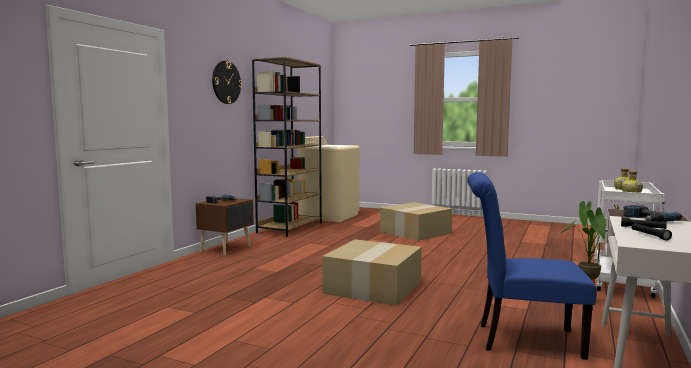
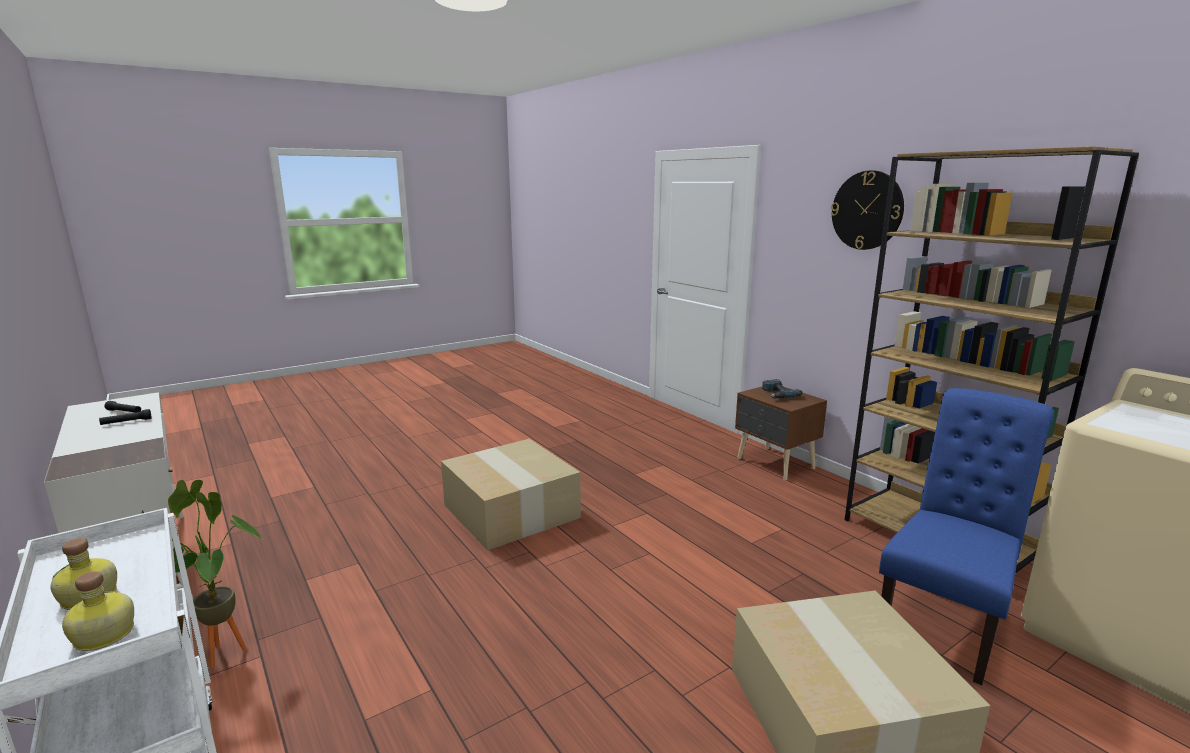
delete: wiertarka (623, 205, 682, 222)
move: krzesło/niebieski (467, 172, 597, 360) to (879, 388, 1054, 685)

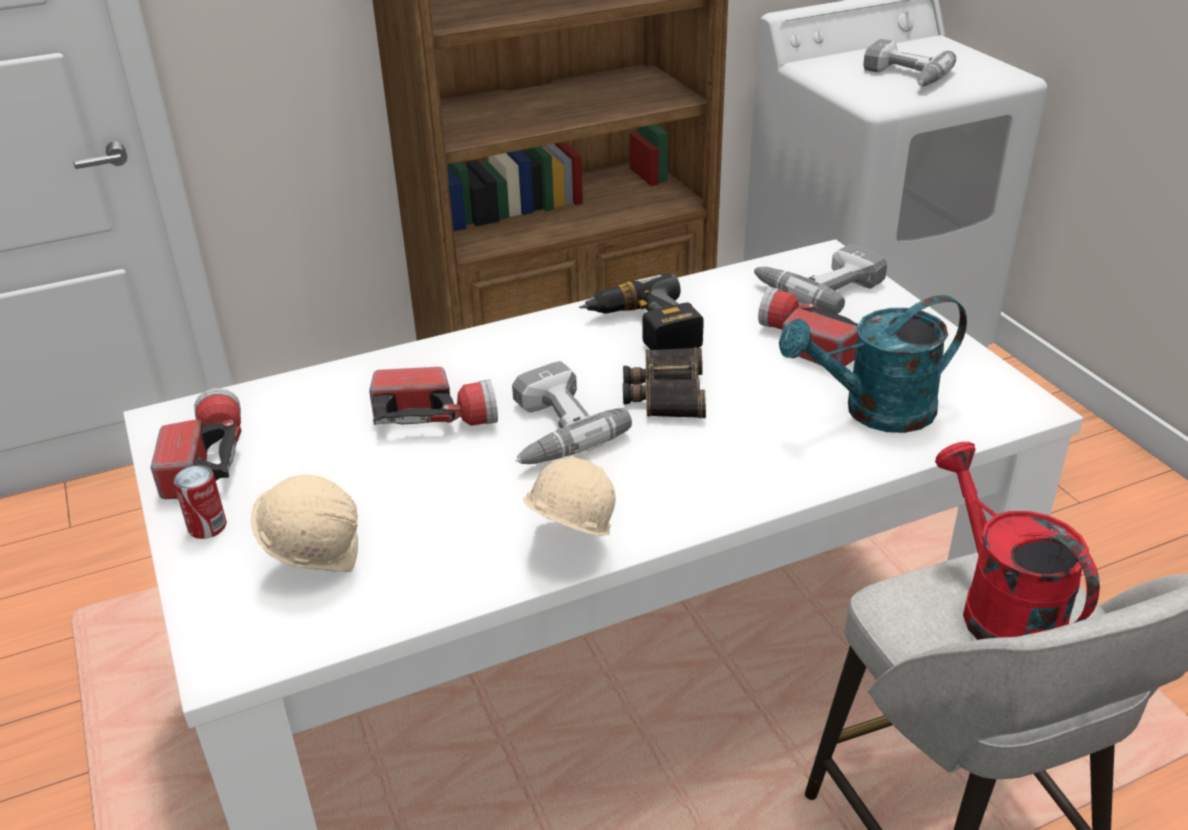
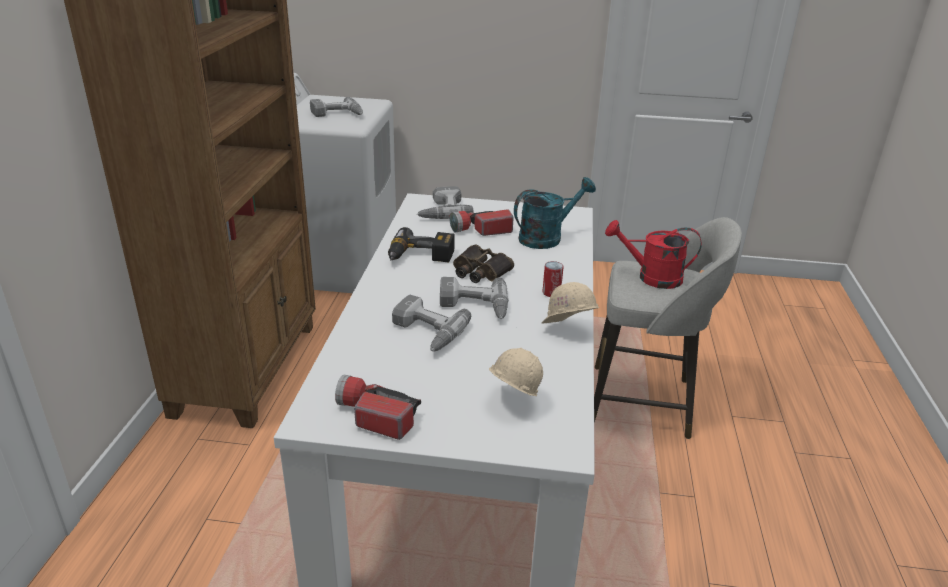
move: puszka (173, 465, 227, 539) to (542, 261, 564, 297)
replace: latarka (369, 367, 498, 426) to wiertarka (392, 295, 471, 352)
rotate: konewka/turkusowy (779, 295, 967, 433) = (514, 177, 596, 249) 135 degrees counterclockwise

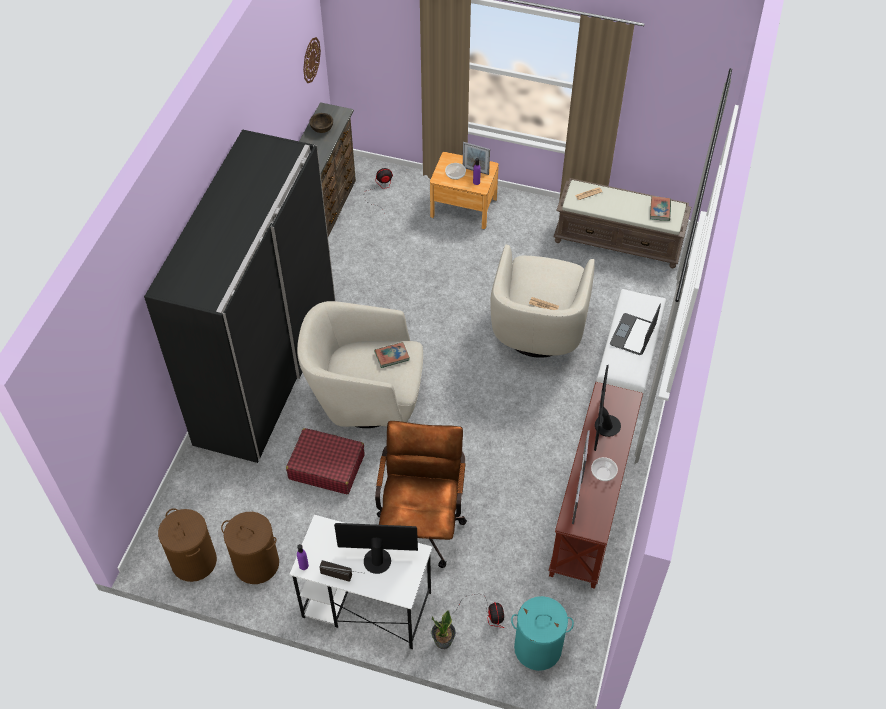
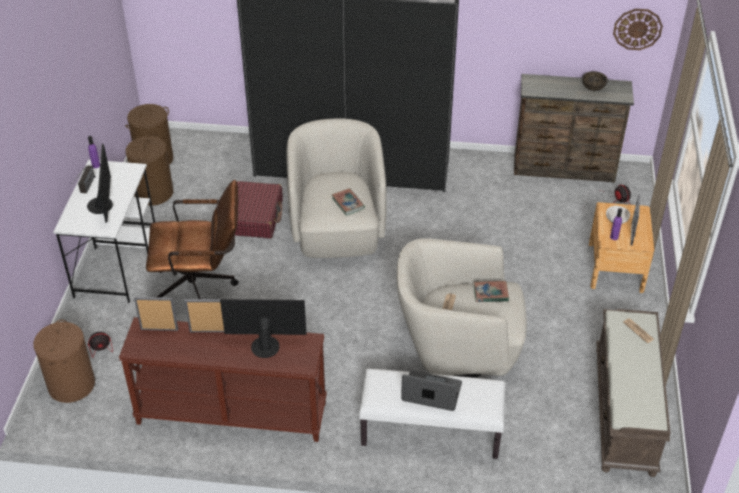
delete: miska (591, 457, 618, 481); roślina doniczkowa (431, 611, 456, 649)
move: książka (650, 196, 671, 221) to (474, 281, 509, 302)
recolor: kosz na pranie/turkusowy (511, 596, 574, 671) to kosz na pranie/brązowy (33, 320, 95, 403)

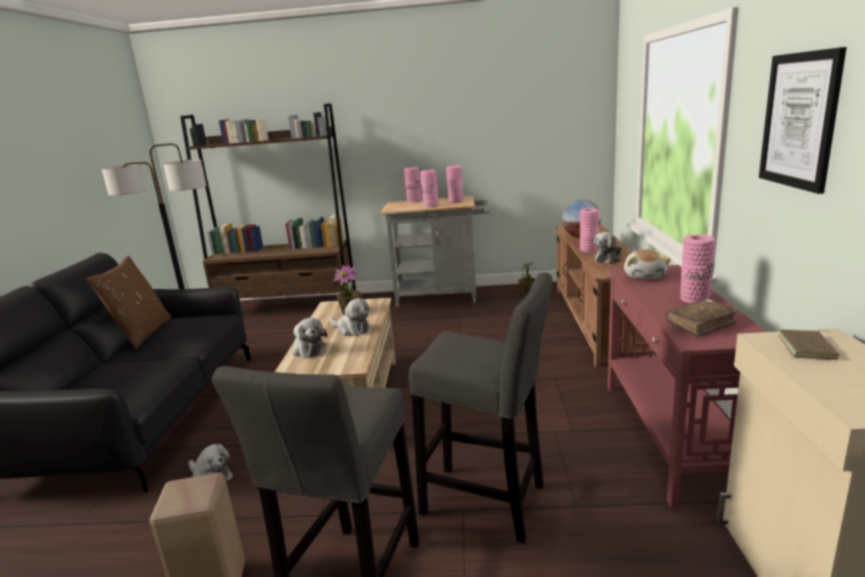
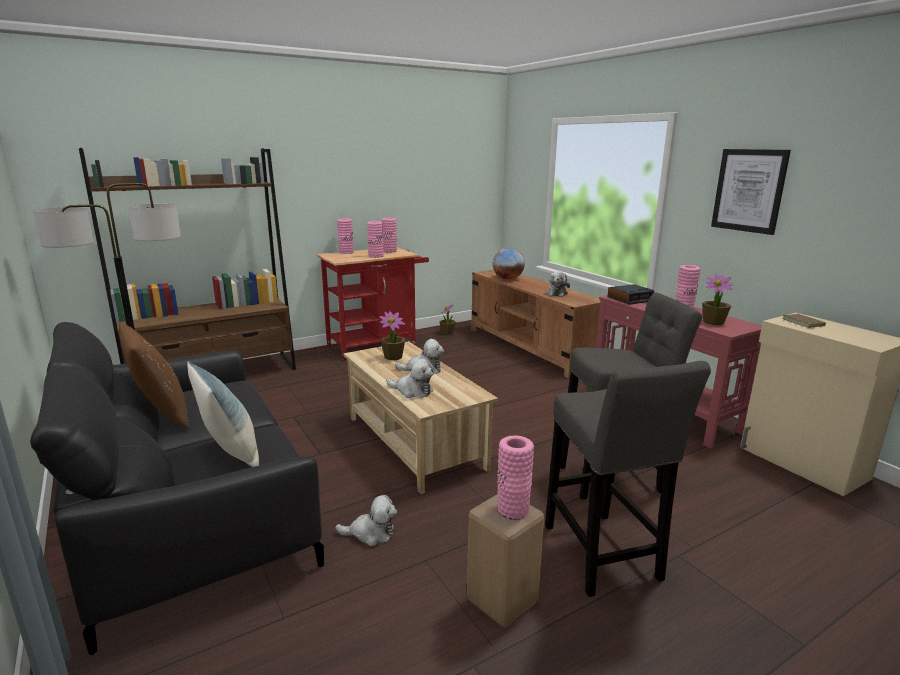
insert: poduszka (187, 361, 259, 467)
move: wazon/różowy (580, 208, 599, 253) to (497, 436, 534, 520)
replace: pluszak (624, 249, 671, 279) to budzik (608, 284, 654, 305); książka/brązowy (666, 299, 739, 337) to roślina doniczkowa (702, 274, 734, 325)
recolor: wózek/szary (381, 196, 490, 308) to wózek/czerwony (316, 247, 429, 360)

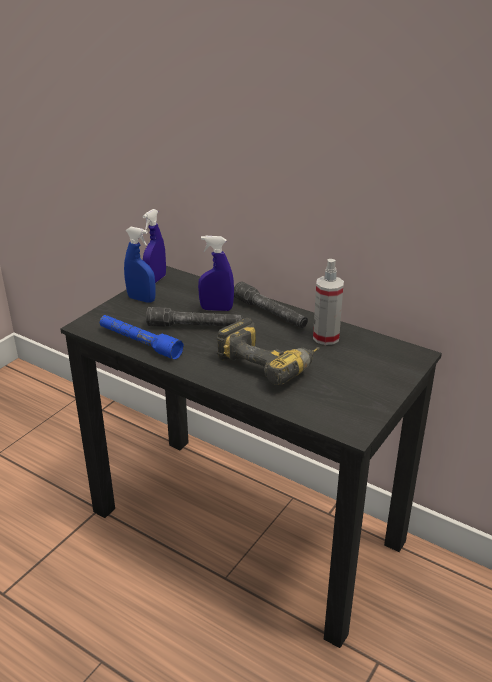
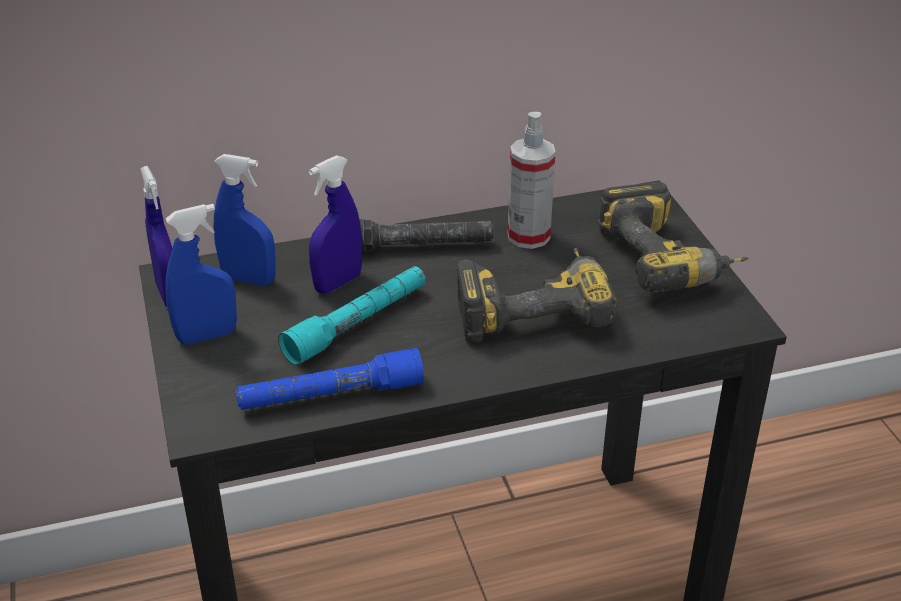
insert: spryskiwacz/niebieski (213, 154, 276, 286); wiertarka (597, 182, 749, 293)
recolor: latarka/szary (146, 307, 243, 327) to latarka/turkusowy (278, 266, 426, 365)

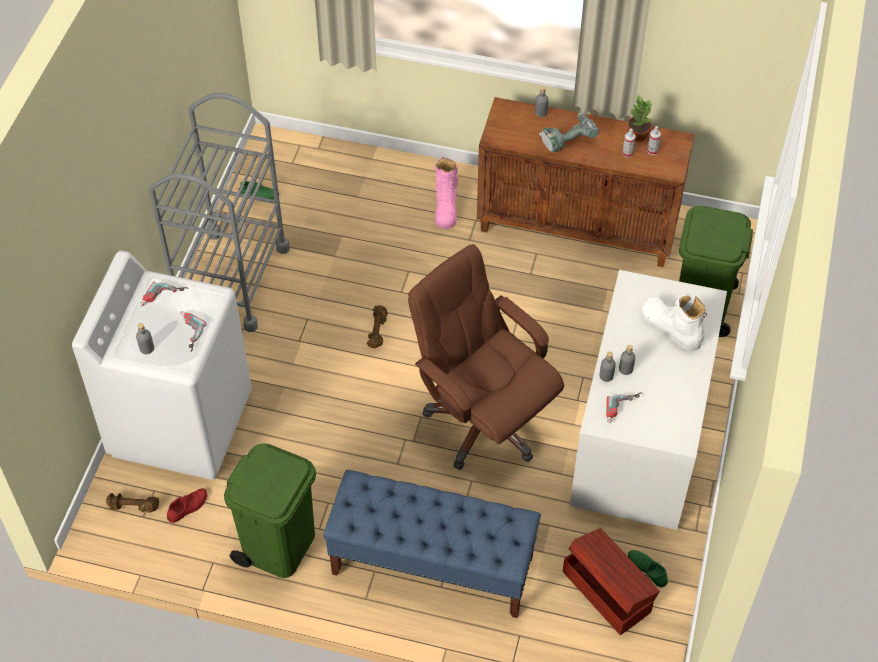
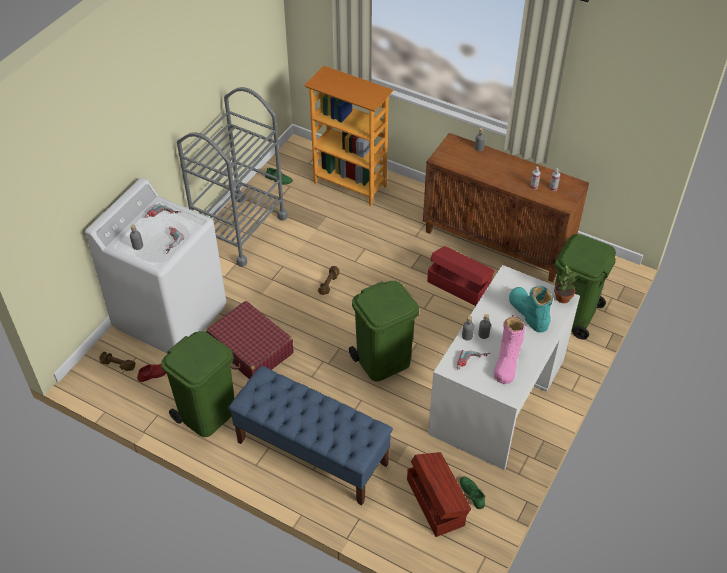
delete: wiertarka (539, 112, 599, 152)
insert: regał (304, 66, 394, 206); pojemnik do przechowywania/czerwony (427, 246, 495, 306); walizka/czerwony (206, 301, 293, 379)
move: roślina doniczkowa (627, 95, 652, 142) to (554, 265, 577, 303); but z cholewką/różowy (435, 157, 458, 229) to (494, 315, 525, 384)
replace: krzesło biurowe/brązowy (408, 244, 564, 470) to kosz na śmieci/zielony (349, 281, 419, 382)
recolor: but z cholewką/biały (642, 294, 707, 351) to but z cholewką/turkusowy (509, 286, 553, 332)

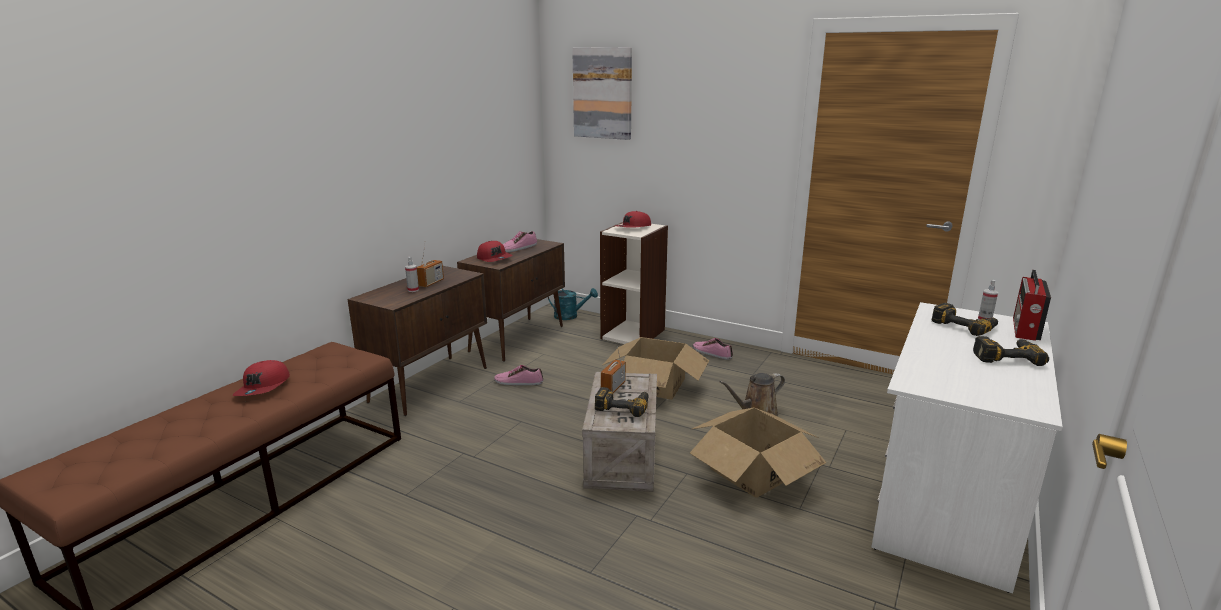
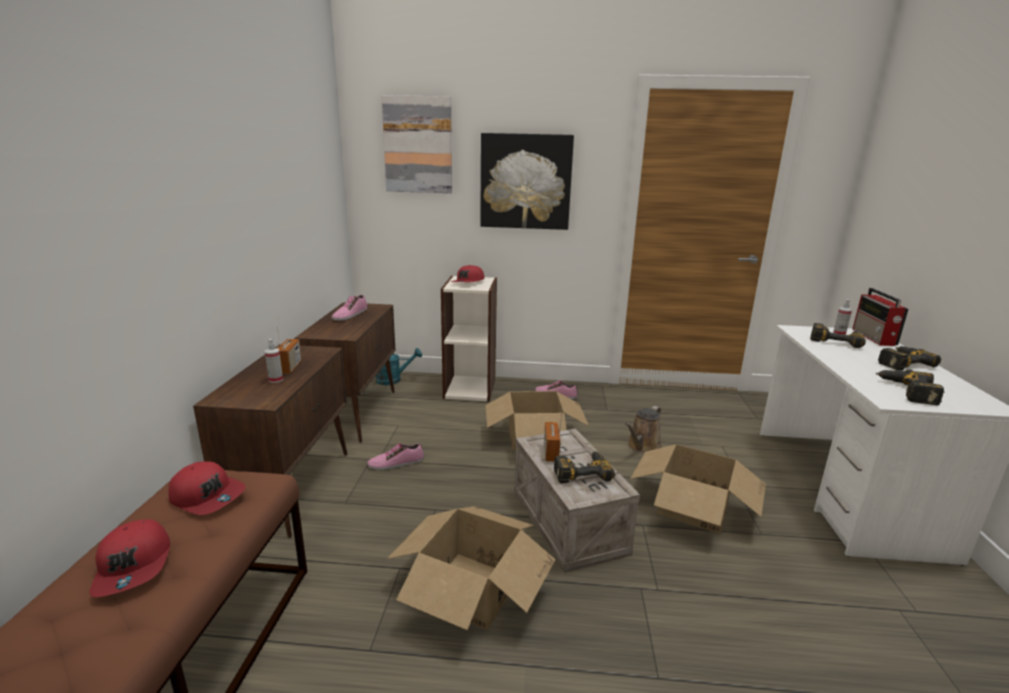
insert: obraz (480, 133, 574, 230); wiertarka (876, 370, 944, 405); karton (387, 506, 555, 630)
move: czapka z daszkiem/czerwony (477, 241, 512, 262) to (168, 461, 245, 515)

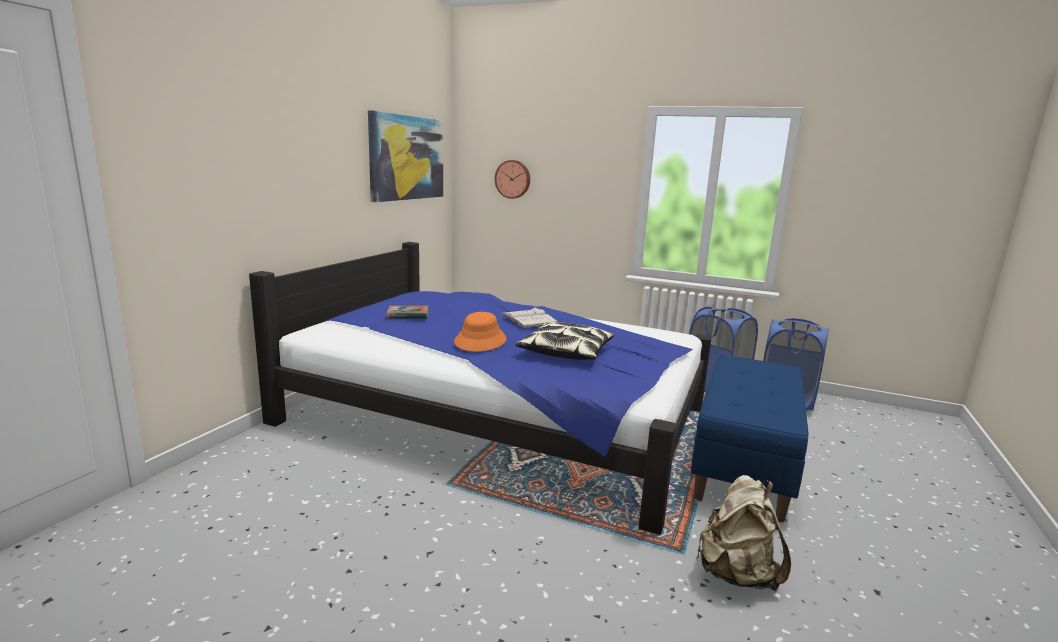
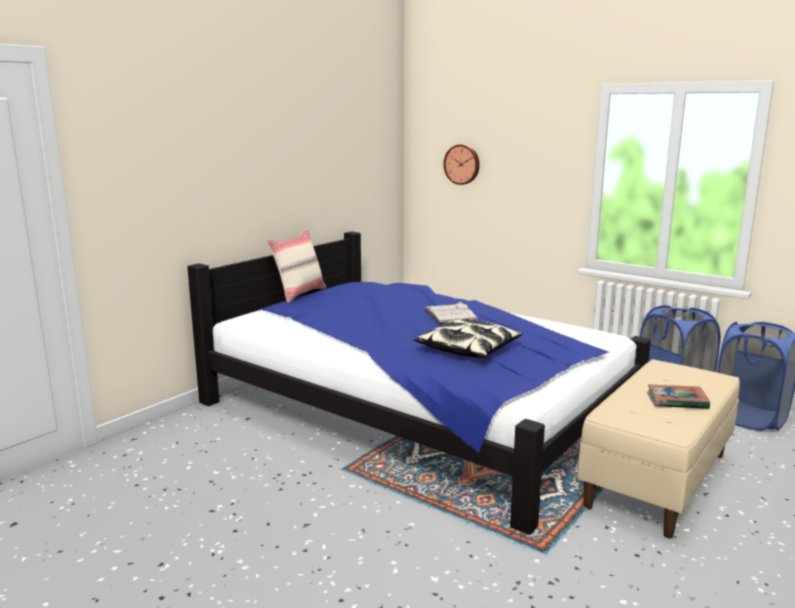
delete: obraz (368, 110, 443, 202); kapelusz/pomarańczowy (454, 312, 507, 352); plecak/beżowy (696, 475, 791, 591)
insert: poduszka/beżowy (266, 229, 326, 303)
move: książka (386, 305, 429, 319) to (647, 384, 710, 409)
recolor: ławka/niebieski (691, 355, 809, 522) to ławka/beżowy (577, 359, 740, 538)

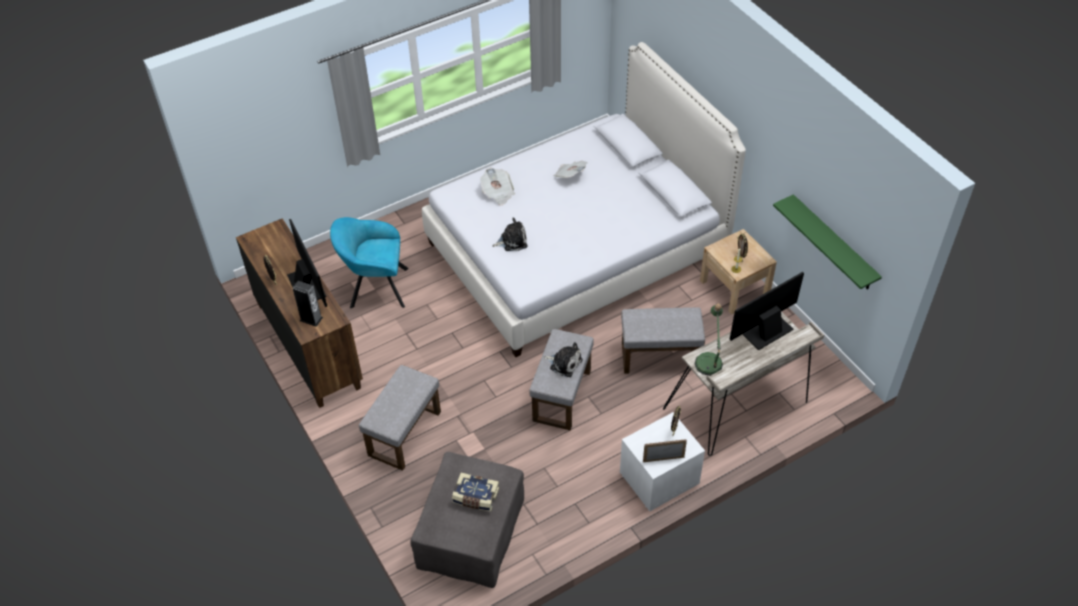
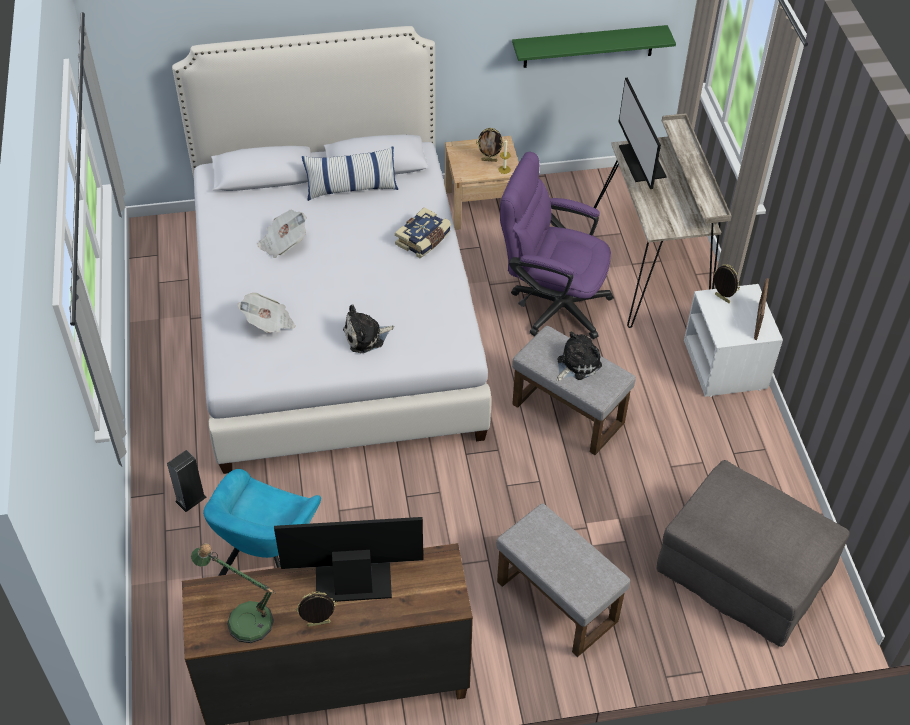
insert: poduszka (302, 146, 398, 201)
move: głośnik (293, 281, 323, 327) to (167, 450, 206, 512); lampa stołowa (695, 303, 723, 376) to (191, 543, 276, 643); książka (452, 473, 499, 512) to (395, 207, 451, 258)
replace: pufa/szary (621, 307, 705, 374) to krzesło biurowe/fioletowy (500, 152, 614, 339)
rotate: pluszak (493, 218, 528, 251) = (343, 304, 394, 353) 120 degrees counterclockwise

